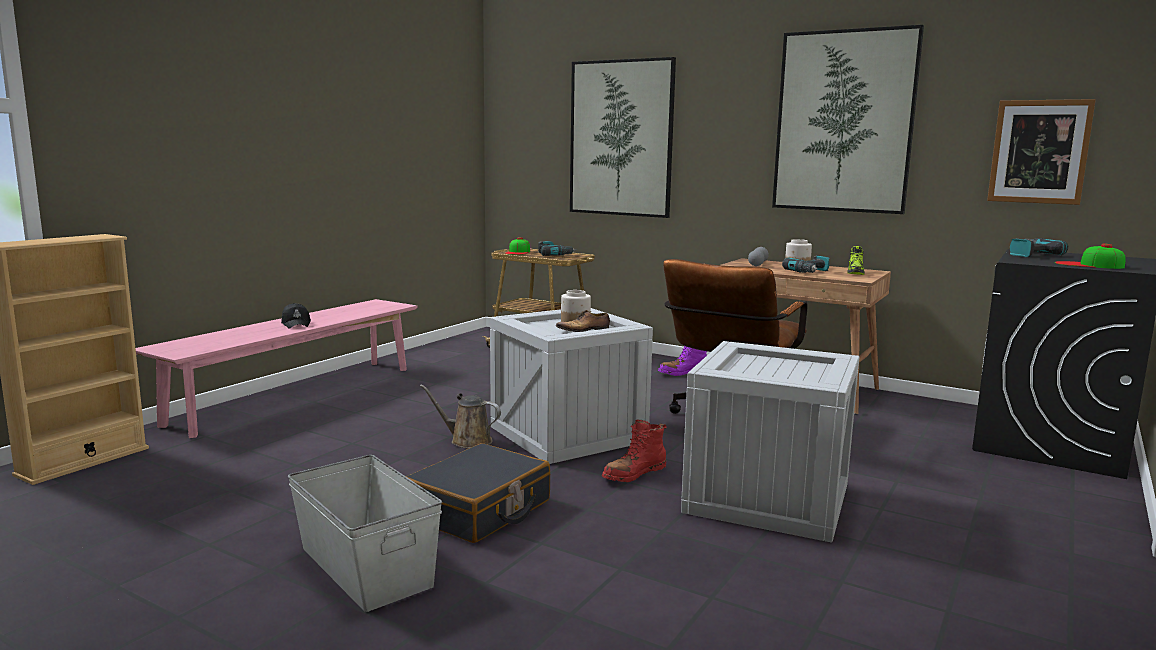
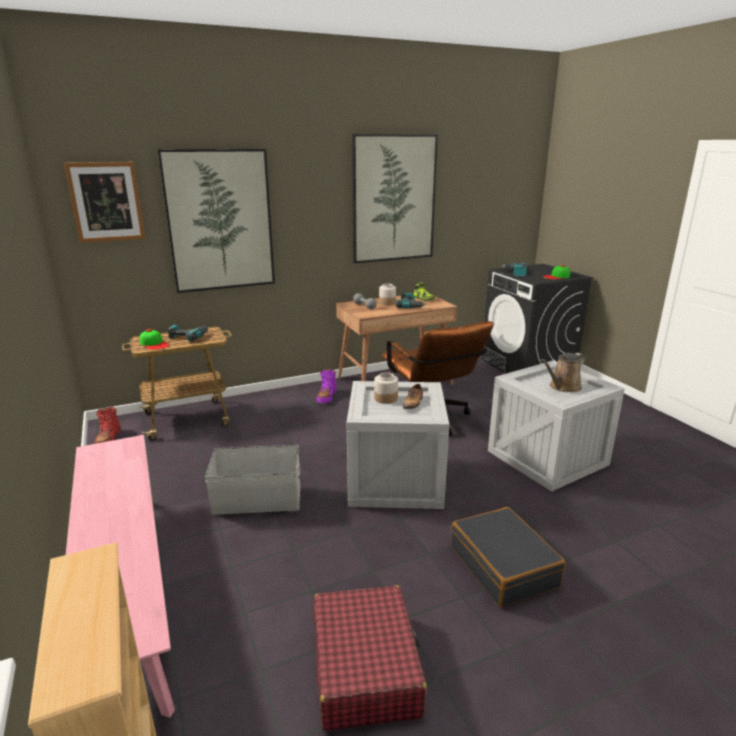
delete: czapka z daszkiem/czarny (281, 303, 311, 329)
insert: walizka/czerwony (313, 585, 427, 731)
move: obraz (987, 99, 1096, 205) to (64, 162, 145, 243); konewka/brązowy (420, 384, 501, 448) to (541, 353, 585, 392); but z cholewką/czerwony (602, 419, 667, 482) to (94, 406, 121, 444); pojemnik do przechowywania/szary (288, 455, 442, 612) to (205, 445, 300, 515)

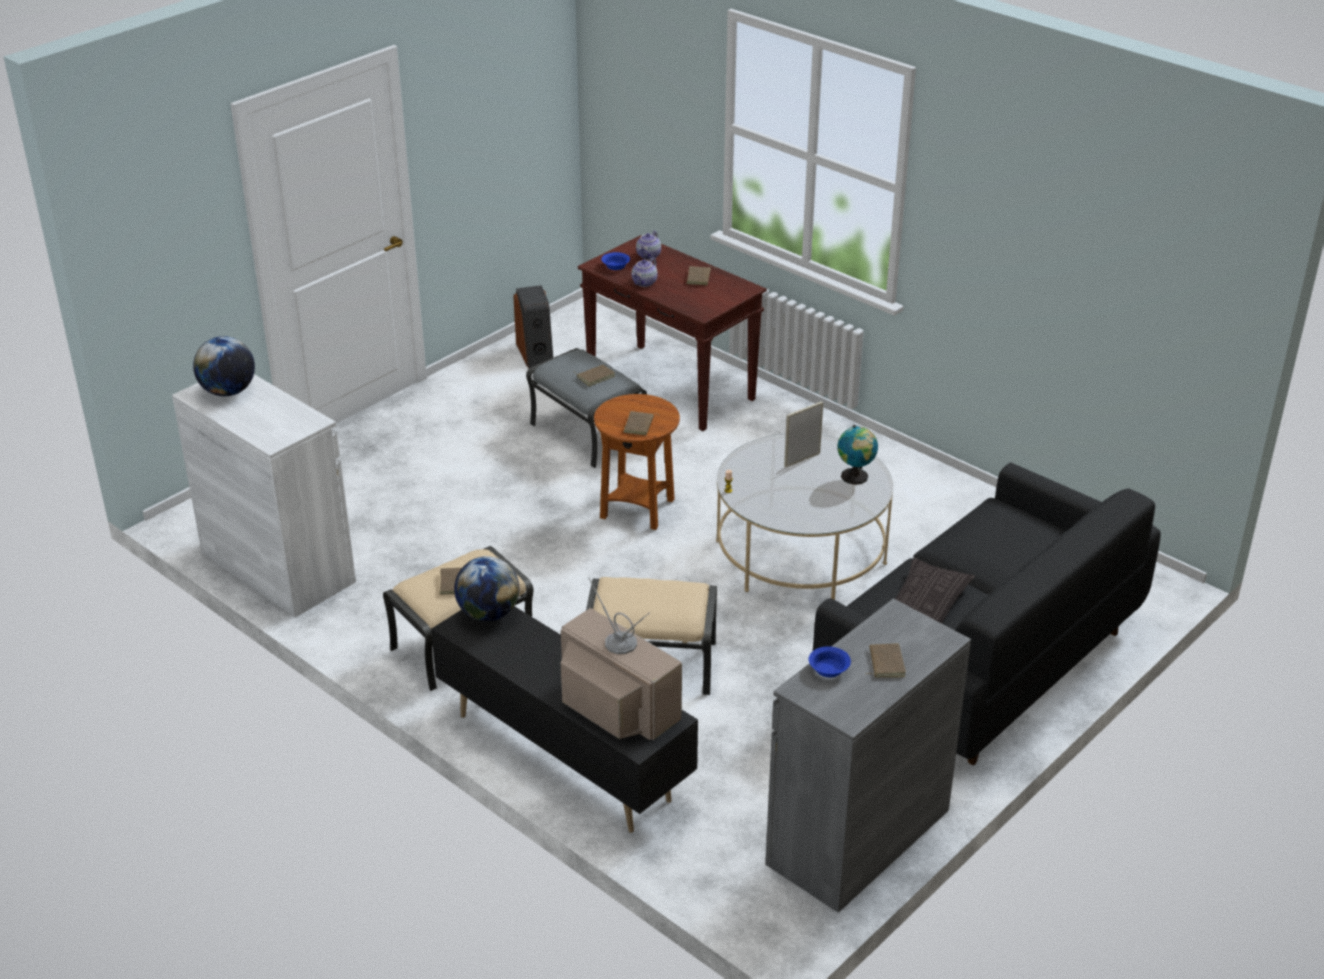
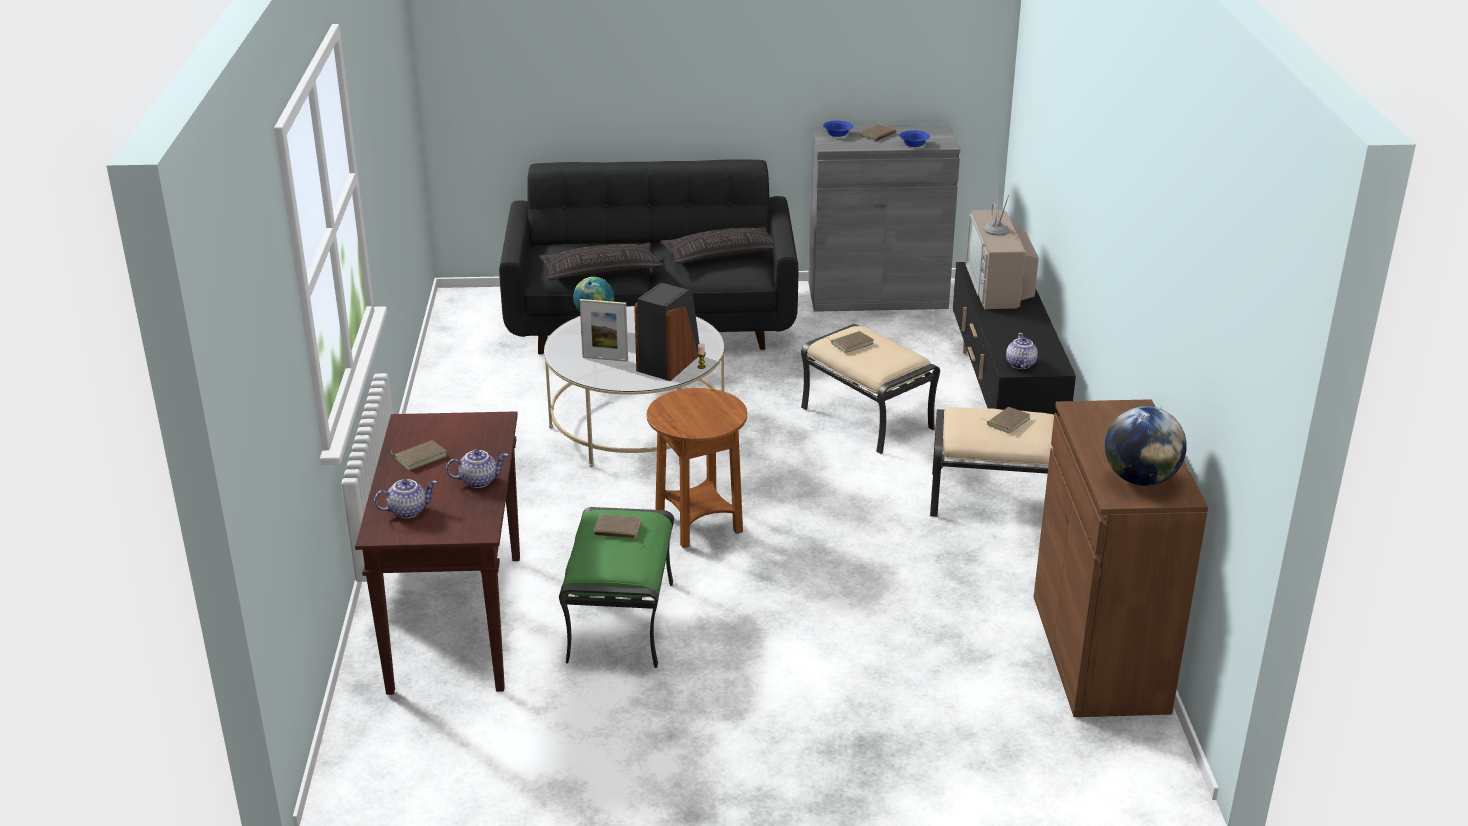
insert: poduszka (539, 243, 665, 281)
move: miska/niebieski (601, 252, 630, 270) to (823, 121, 853, 137); głośnik (513, 285, 553, 369) to (634, 283, 699, 381); książka/brązowy (623, 411, 661, 435) to (827, 331, 874, 353)
replace: globus (454, 556, 519, 621) to imbryk (1006, 333, 1038, 369)
recolor: pufa/szary (526, 348, 647, 468) to pufa/zielony (559, 507, 674, 668); szafka/biały (172, 374, 356, 617) to szafka/brązowy (1034, 399, 1208, 717)

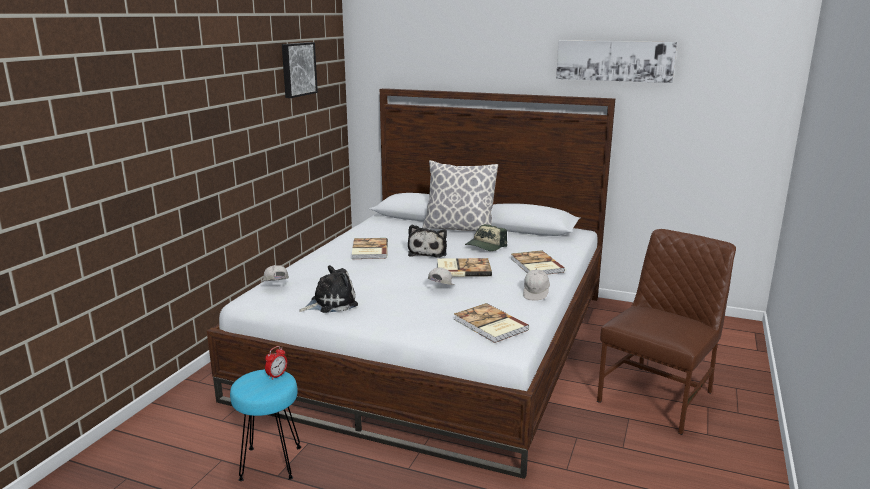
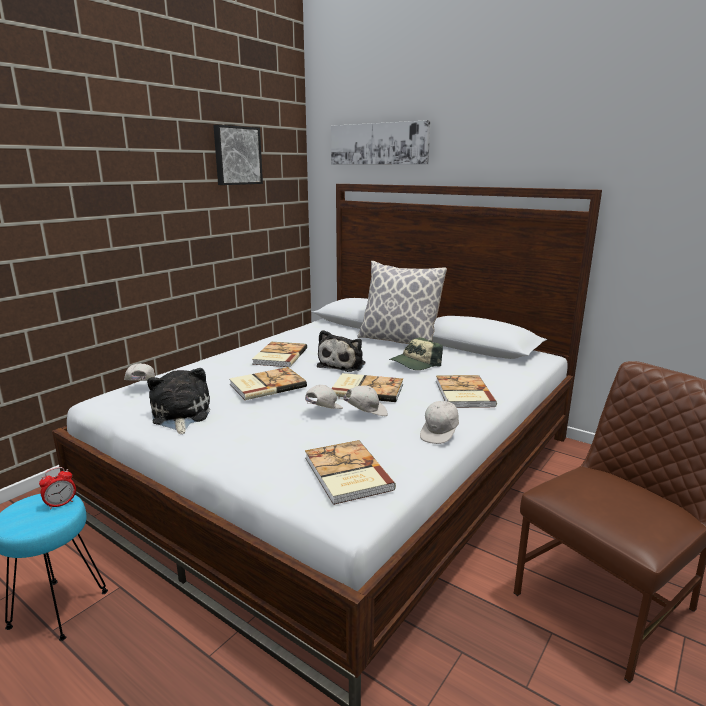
insert: książka (229, 367, 307, 400); czapka z daszkiem/biały (338, 385, 388, 416)
move: obraz (556, 40, 677, 83) to (331, 120, 430, 164)
rotate: pluszak (299, 265, 358, 313) = (147, 368, 210, 434) 90 degrees counterclockwise

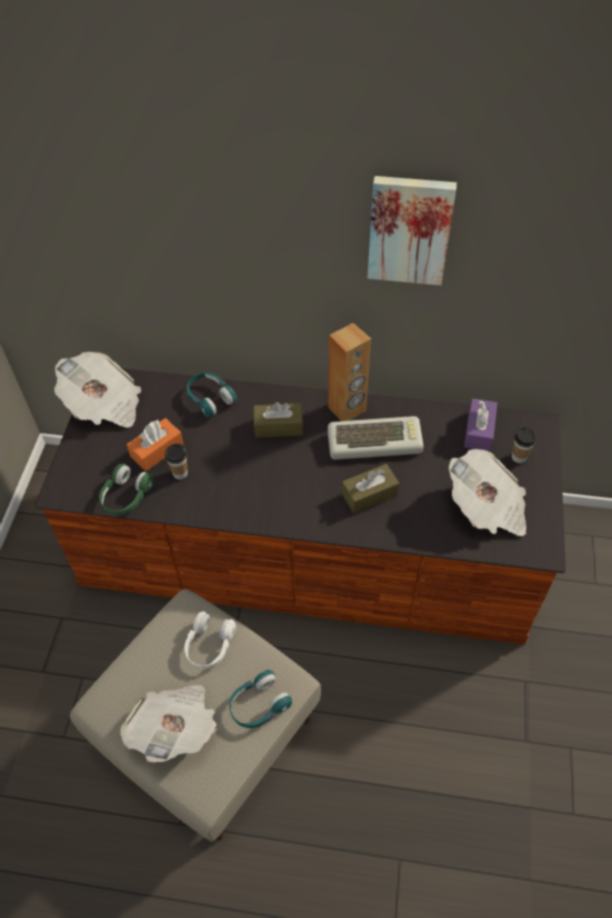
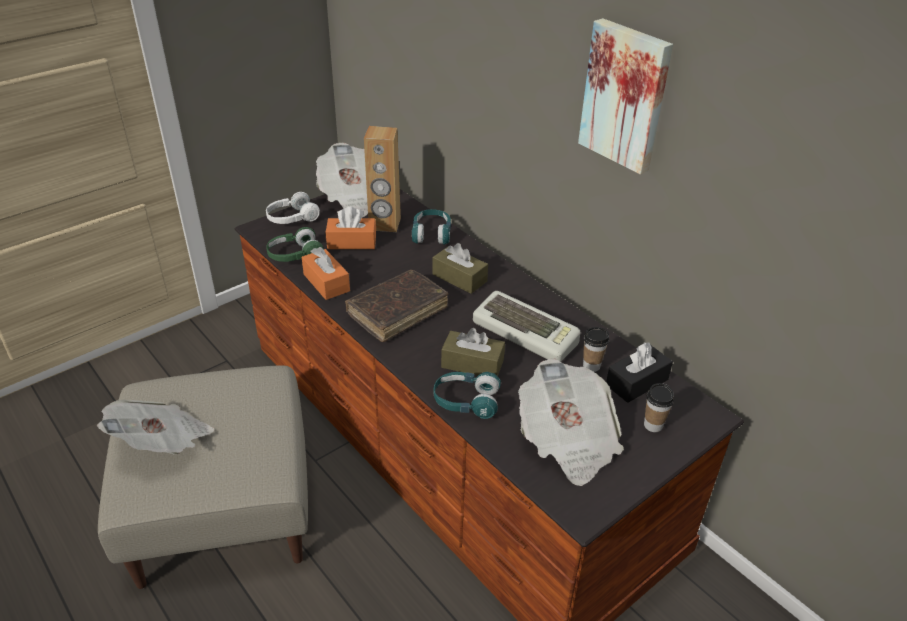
insert: pudełko chusteczek/pomarańczowy (302, 247, 350, 300); książka/brązowy (345, 270, 448, 342)
move: głośnik/brązowy (328, 323, 371, 421) to (364, 126, 401, 232); filiżanka (165, 444, 188, 479) to (583, 327, 609, 372); słuchawki/biały (184, 611, 236, 669) to (266, 192, 320, 224); słuchawki/turkusowy (229, 670, 292, 728) to (434, 372, 501, 419)
recolor: pudełko chusteczek/fioletowy (464, 398, 497, 452) to pudełko chusteczek/czarny (606, 342, 673, 403)

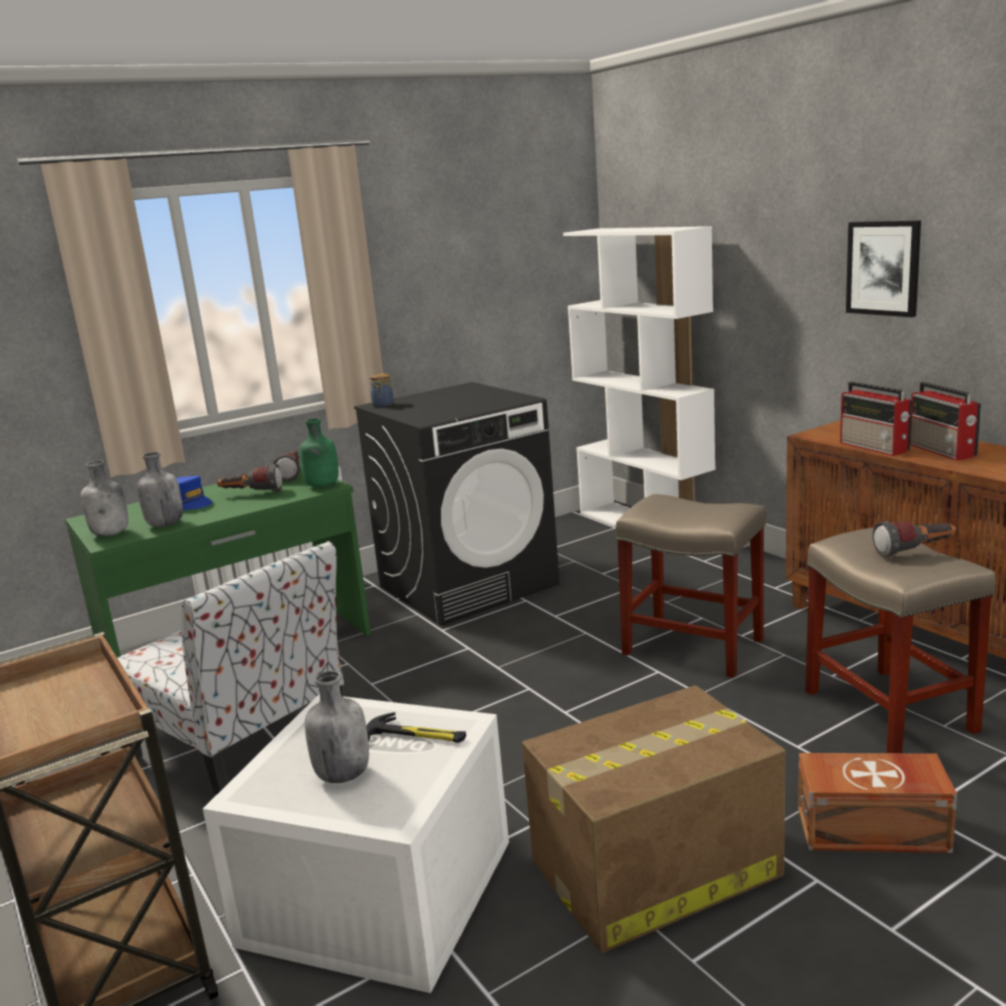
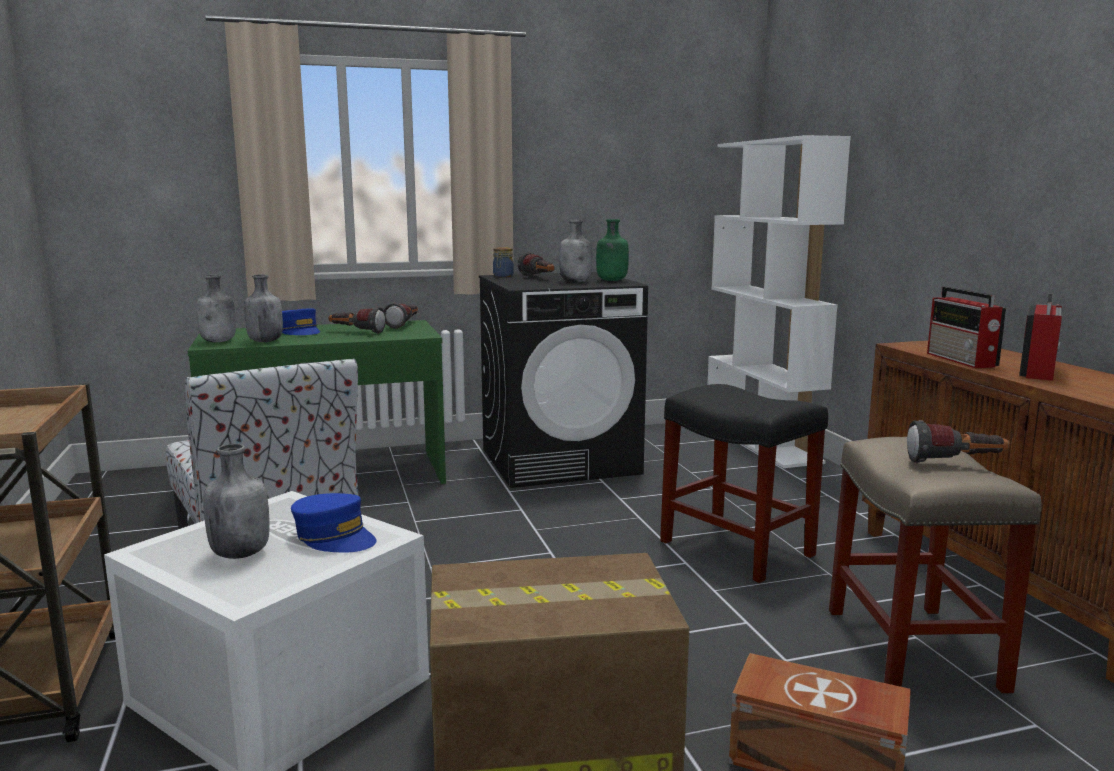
delete: obraz (846, 220, 921, 317)
insert: butelka/szary (559, 220, 592, 282); latarka (518, 252, 554, 277)
move: butelka/zielony (299, 418, 339, 488) to (596, 219, 629, 281)
replace: młotek (366, 712, 466, 743) to czapka z daszkiem/niebieski (291, 493, 376, 552)
recolor: stołek/beżowy (616, 494, 766, 678) to stołek/czarny (660, 384, 828, 583)
rotate: radio (910, 382, 981, 461) = (1019, 294, 1062, 381) 150 degrees counterclockwise

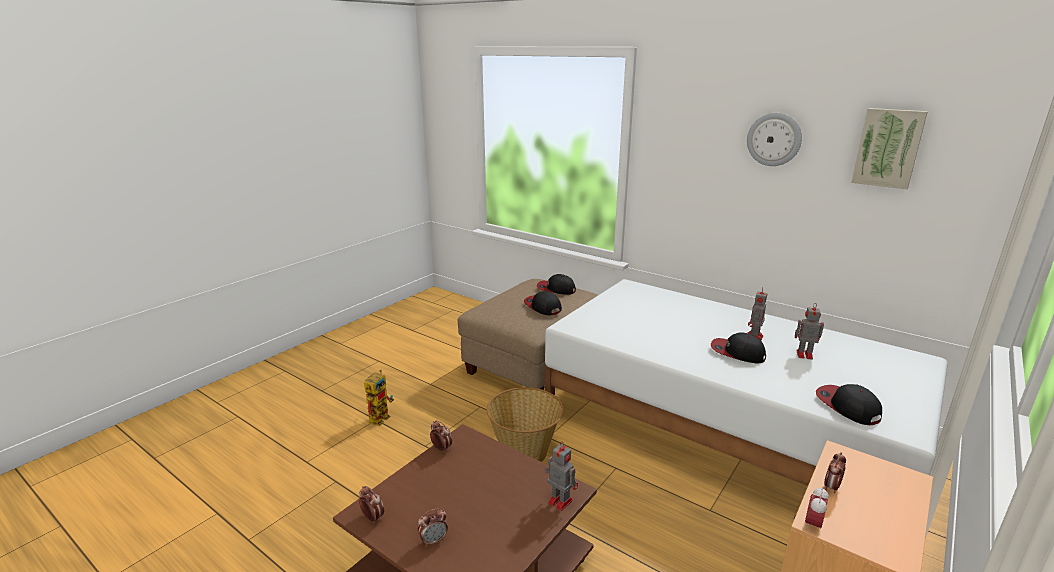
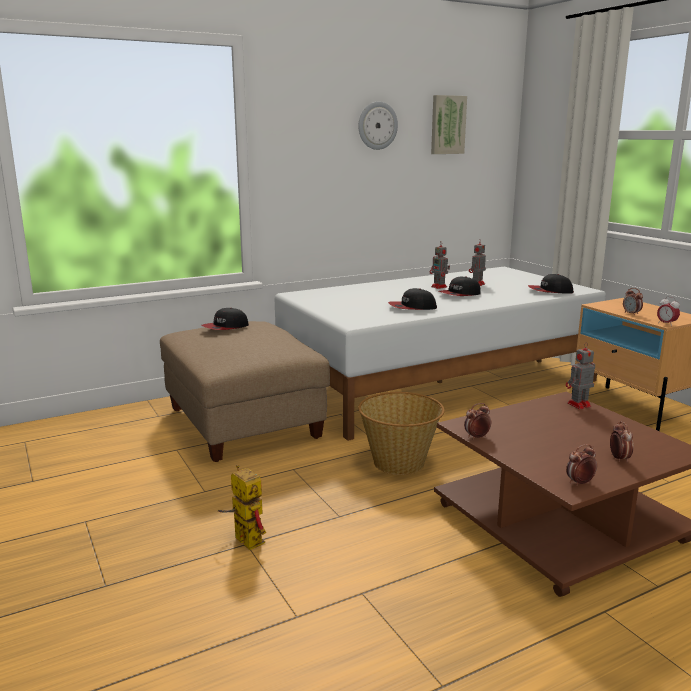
move: czapka z daszkiem (524, 291, 562, 315) to (388, 288, 437, 310)

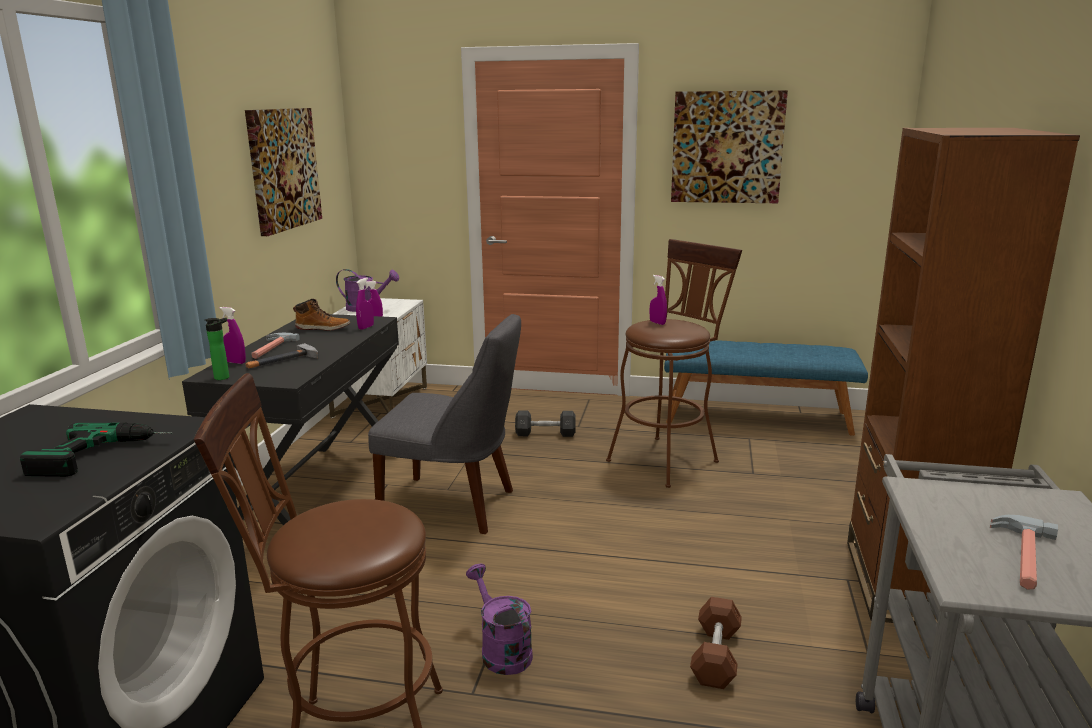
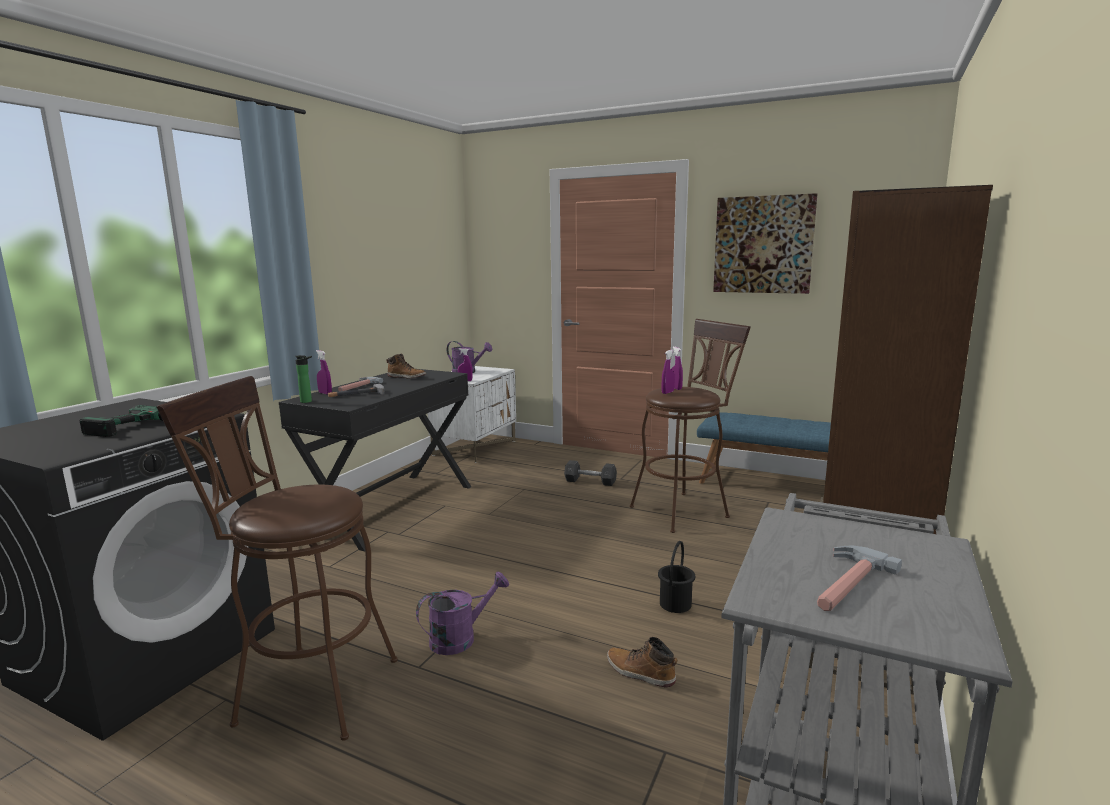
delete: obraz (245, 108, 322, 236); krzesło/szary (368, 314, 521, 534)
insert: wiadro/czarny (658, 541, 695, 613)
move: spryskiwacz/fioletowy (356, 278, 374, 330) to (662, 350, 675, 394)
replace: hantel/brązowy (690, 597, 742, 689) to but z cholewką (607, 637, 677, 688)
rotate: konewka/fioletowy (466, 563, 533, 675) = (416, 572, 509, 655) 75 degrees clockwise

